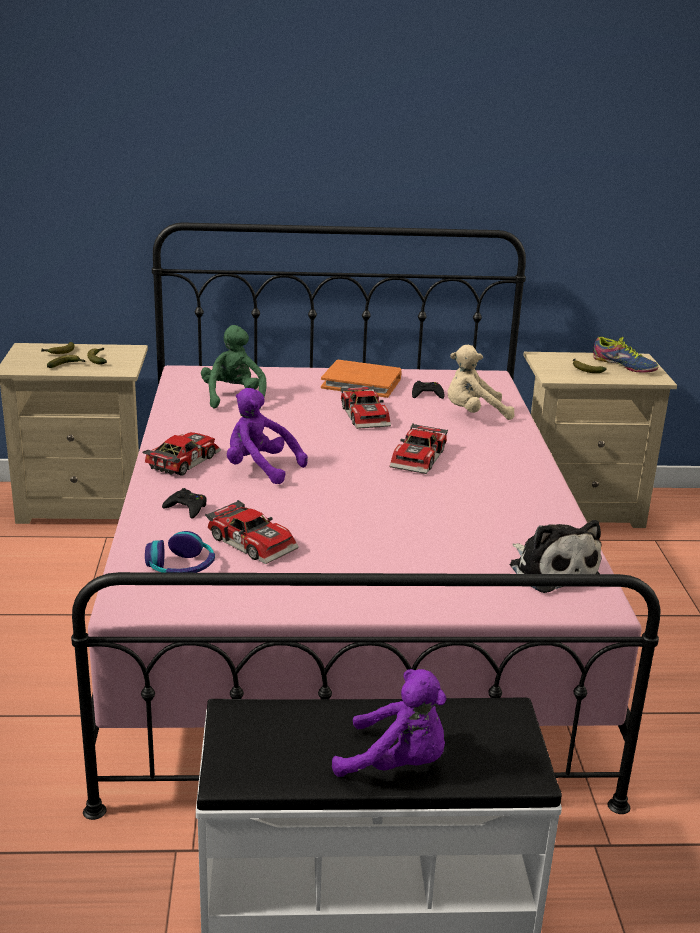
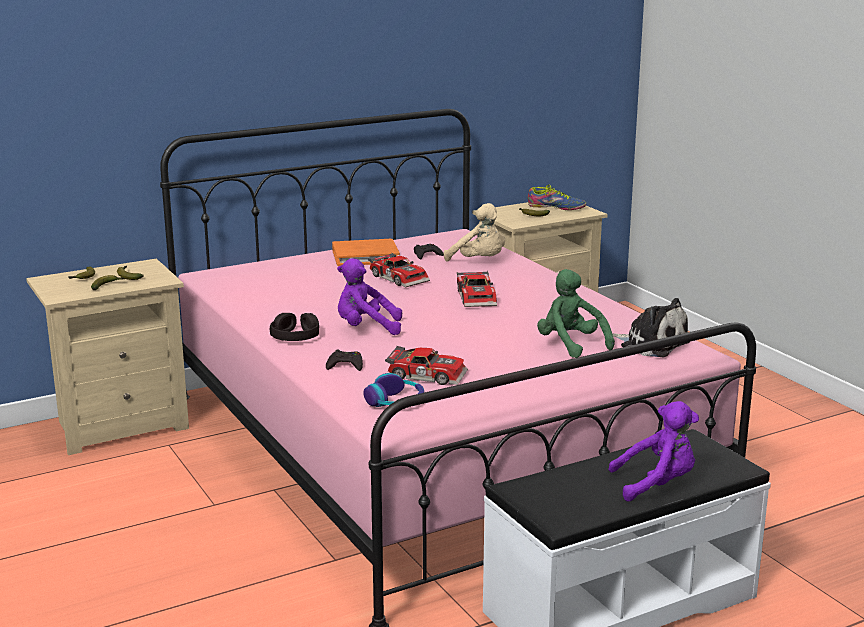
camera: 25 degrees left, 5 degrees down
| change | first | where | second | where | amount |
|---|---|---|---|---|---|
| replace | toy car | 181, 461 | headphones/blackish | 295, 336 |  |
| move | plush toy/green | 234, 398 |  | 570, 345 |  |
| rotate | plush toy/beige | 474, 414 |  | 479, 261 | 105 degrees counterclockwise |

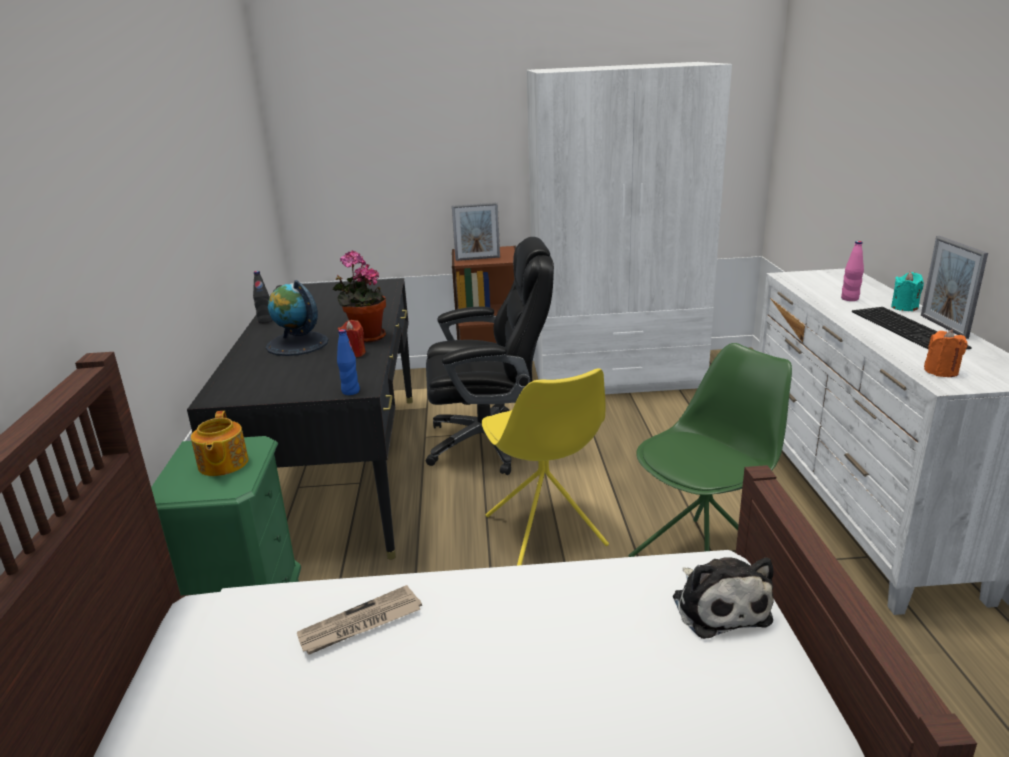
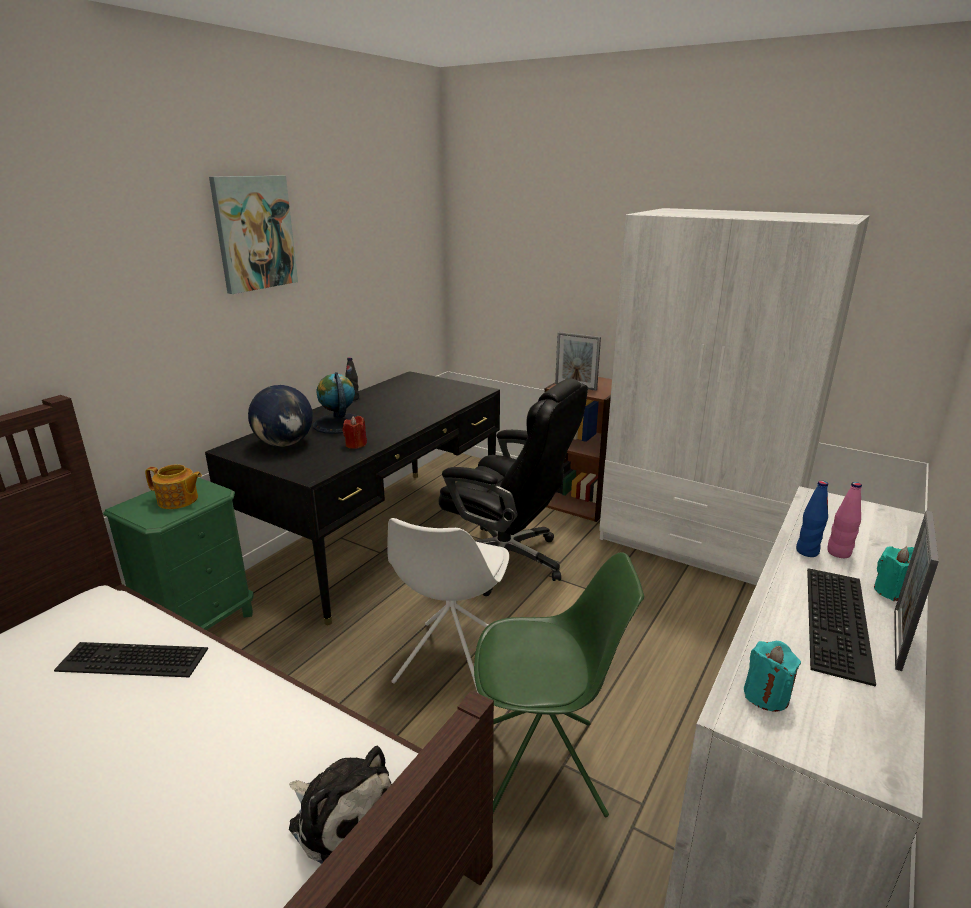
camera: 35 degrees right, 0 degrees up
| change | first | where | second | where | amount |
|---|---|---|---|---|---|
| rotate | teapot | 222, 464 |  | 178, 500 | 105 degrees counterclockwise |
| replace | daily paper | 360, 624 | computer keyboard | 130, 661 |  |
| delete | houseplant | 365, 337 |  |  |  |
| move | bottle/blue | 350, 391 |  | 807, 551 |  |
| recolor | plain chair/yellowish | 545, 532 | plain chair/white | 451, 662 |  |
| rotate | plush toy | 719, 606 |  | 339, 814 | 75 degrees counterclockwise |
| recolor | wax light/orange | 941, 371 | wax light/turquoise | 766, 695 |  |
| insert |  |  | picture | 254, 233 |  |
| insert |  |  | world globe | 285, 444 |  |

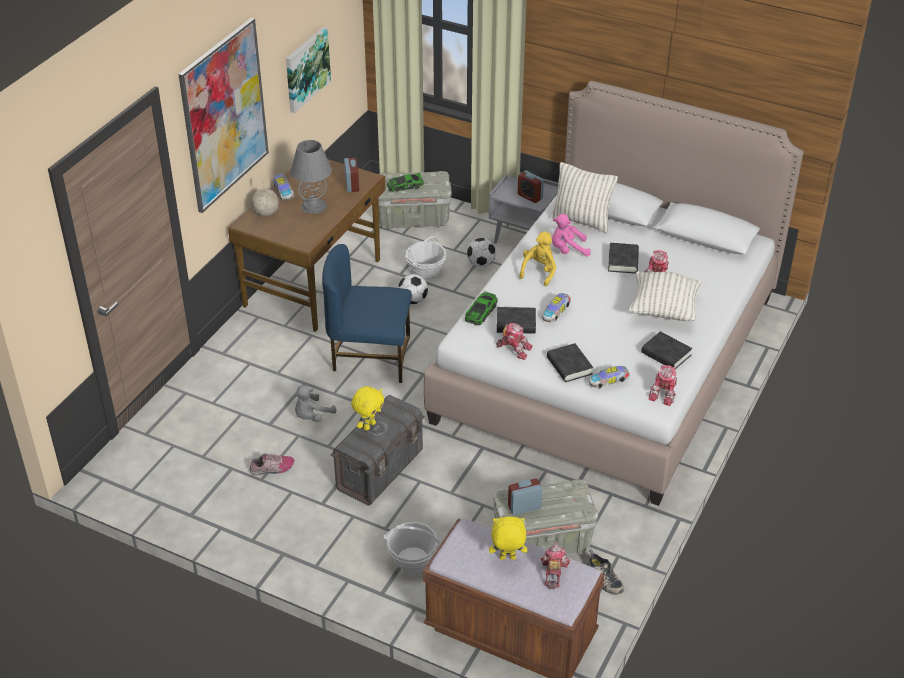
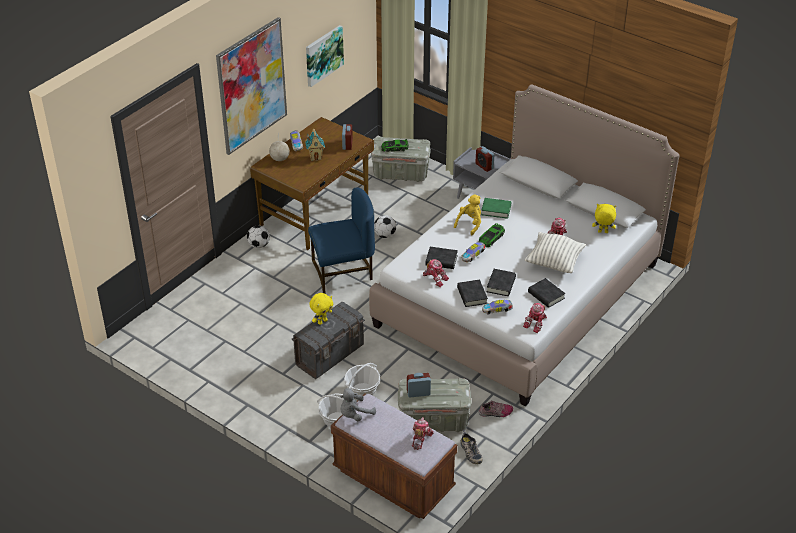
camera: 10 degrees right, 0 degrees up
| change | first | where | second | where | amount |
|---|---|---|---|---|---|
| move | low shoe | 272, 468 |  | 496, 412 |  |
| replace | table lamp/greyish | 314, 205 | toy house | 315, 157 |  |
| move | plush toy/greyish | 312, 416 |  | 355, 414 |  |
| rotate | plain chair/blue | 370, 357 |  | 343, 273 | 150 degrees clockwise |
| move | storage basket | 426, 271 |  | 362, 391 |  |
| move | toy car | 481, 312 |  | 491, 238 |  |
| move | ball for football | 481, 264 |  | 259, 245 |  |
| move | plush toy/yellowish | 507, 558 |  | 602, 232 |  |
| delete | cushion | 581, 221 |  |  |  |
| replace | plush toy/pink | 567, 250 | book/green | 496, 210 |  |
| move | book/blackish | 623, 261 |  | 501, 285 |  |

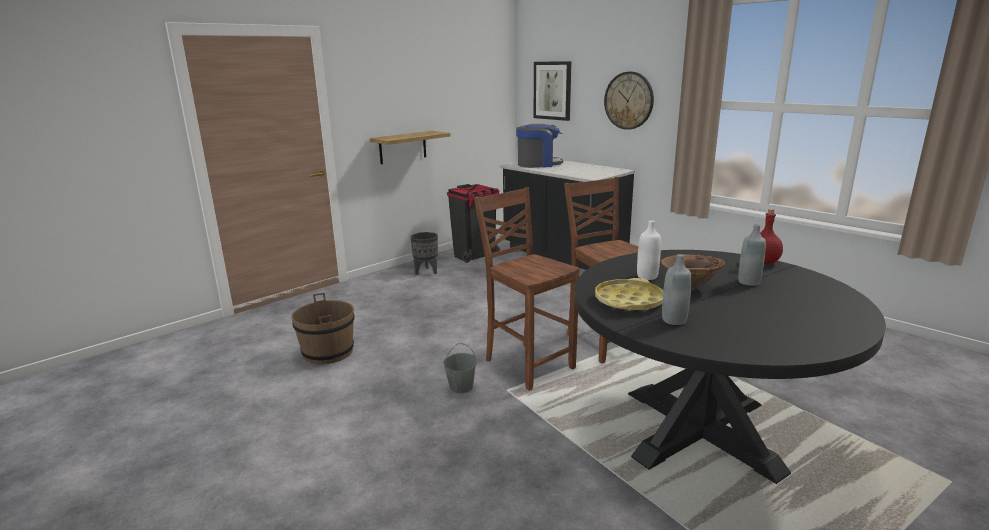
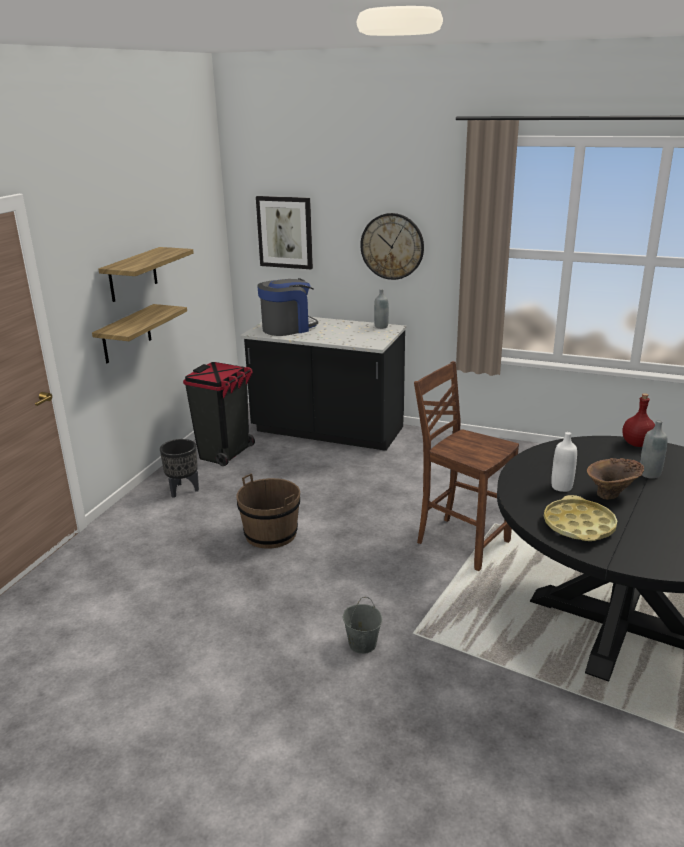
camera: 25 degrees left, 5 degrees up
| change | first | where | second | where | amount |
|---|---|---|---|---|---|
| move | bucket/brown | 328, 352 |  | 271, 534 |  |
| delete | plain chair/brown | 527, 364 |  |  |  |
| move | bottle/greyish | 674, 320 |  | 381, 326 |  |
| insert |  |  | shelf | 133, 274 |  |

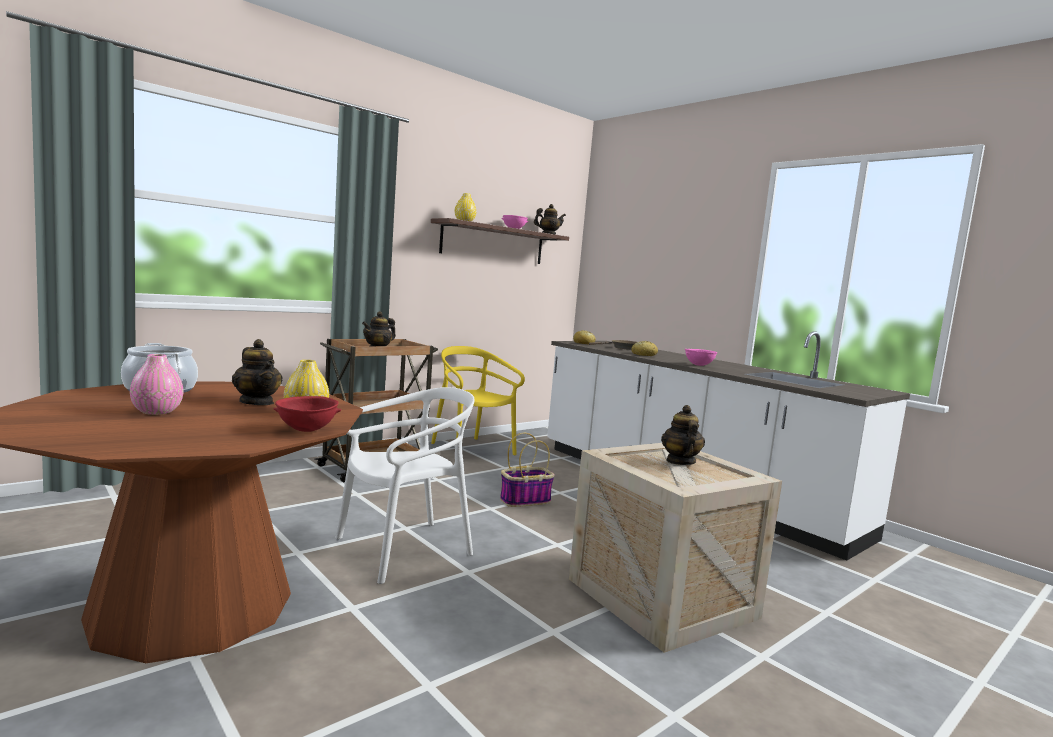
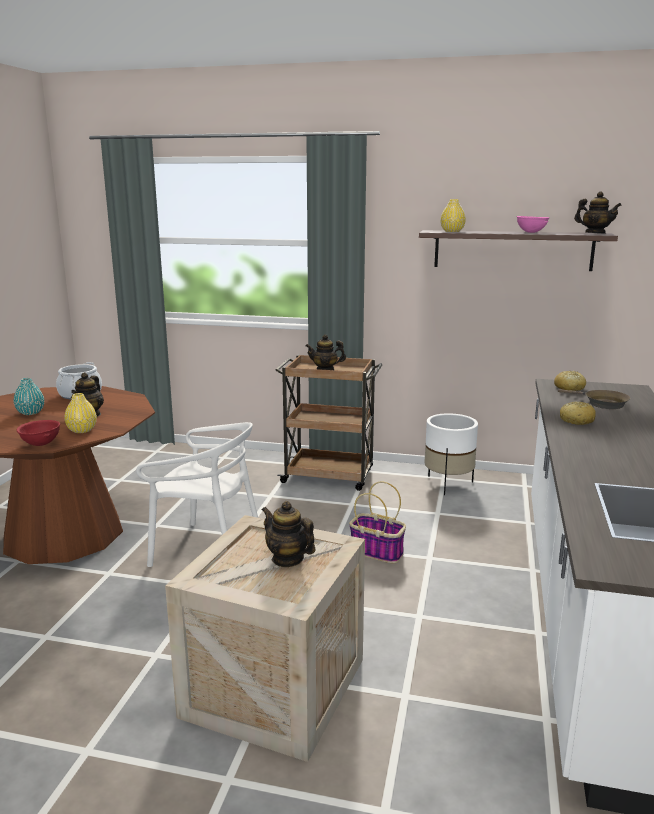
camera: 55 degrees right, 10 degrees up
| change | first | where | second | where | amount |
|---|---|---|---|---|---|
| recolor | decorative vase/pink | 157, 412 | decorative vase/turquoise | 30, 412 |  |
| replace | plain chair/yellowish | 471, 450 | plant pot/white | 448, 484 |  |
| rotate | teapot | 680, 461 |  | 287, 559 | 105 degrees counterclockwise |
| delete | deep dish/pink | 698, 365 |  |  |  |

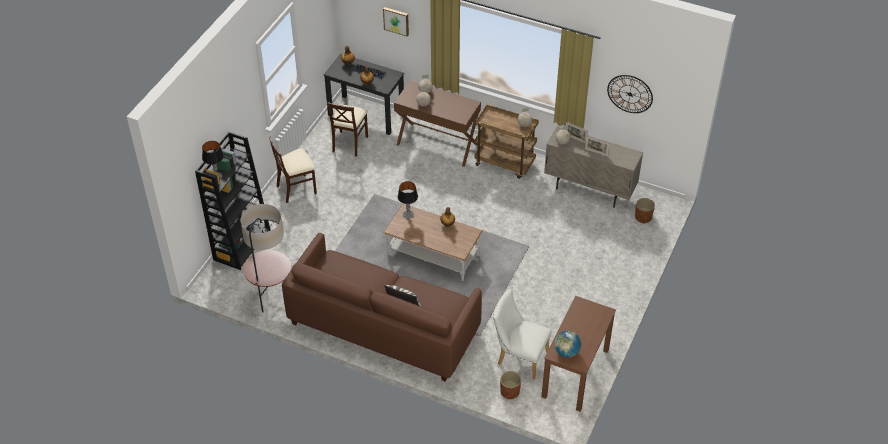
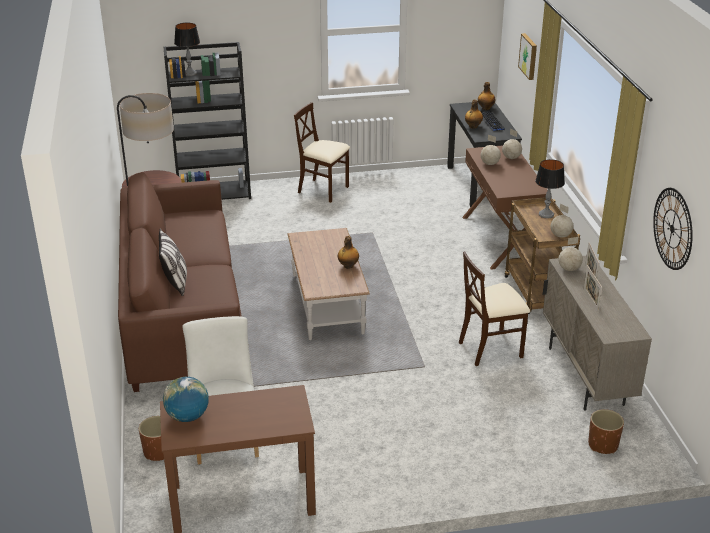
camera: 55 degrees right, 15 degrees down
| change | first | where | second | where | amount |
|---|---|---|---|---|---|
| move | plain chair/beige | 349, 143 |  | 490, 348 |  |
| move | table lamp | 408, 214 |  | 546, 214 |  |

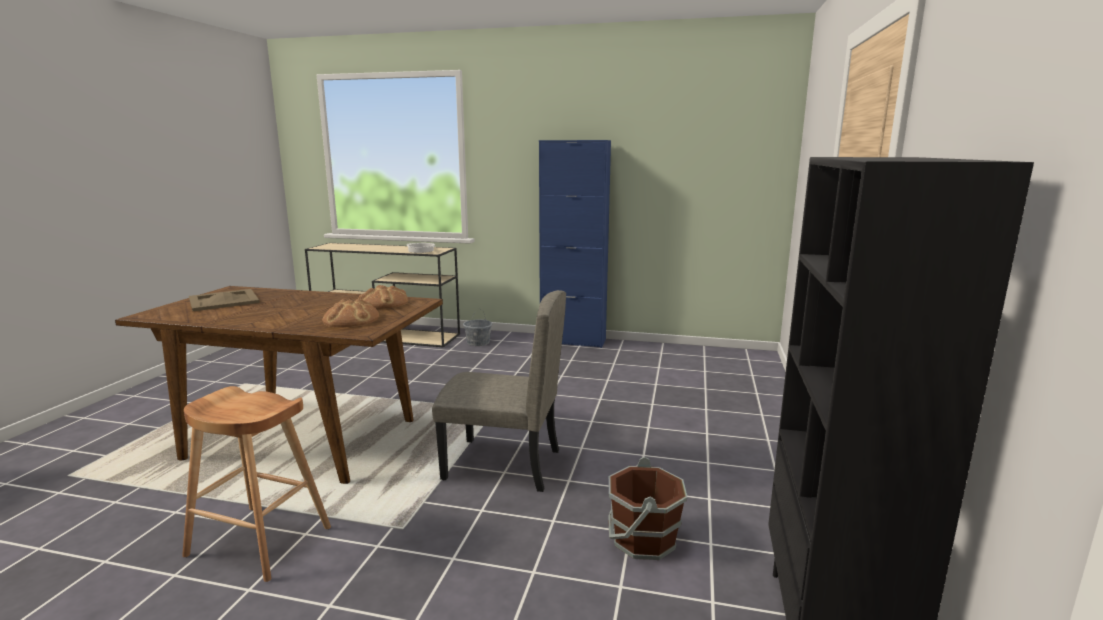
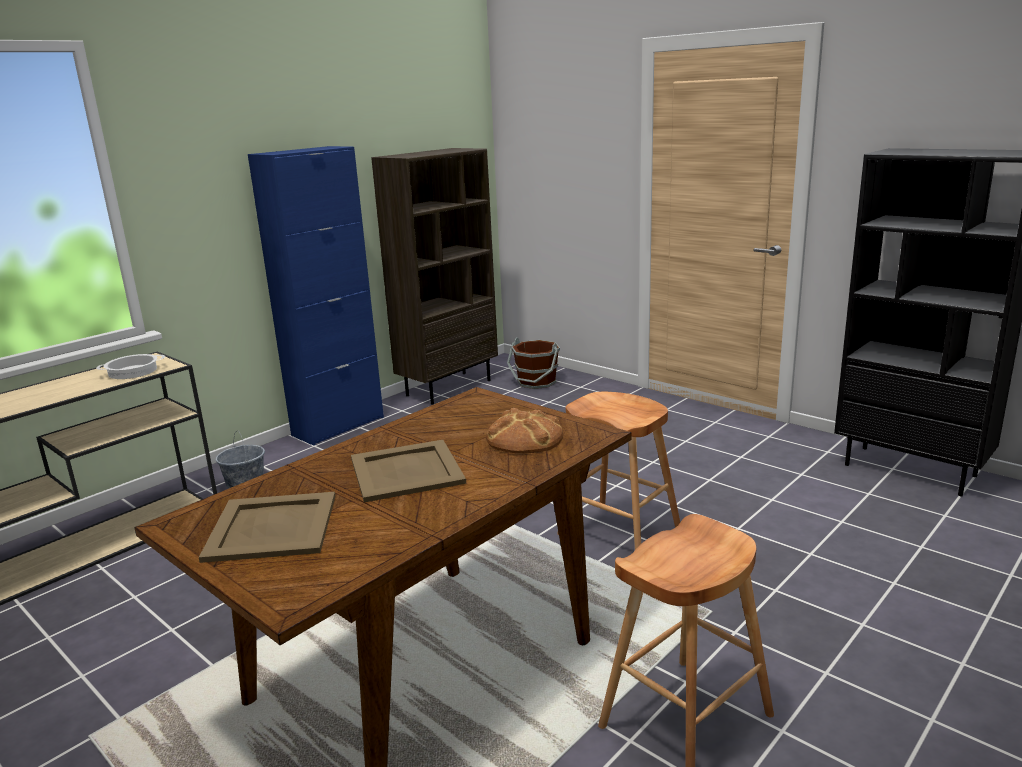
camera: 60 degrees left, 5 degrees up
| change | first | where | second | where | amount |
|---|---|---|---|---|---|
| delete | baked bread | 383, 303 |  |  |  |
| replace | plain chair/beige | 502, 465 | stool/brown | 618, 533 |  |
| move | bucket/brown | 642, 539 |  | 536, 382 |  |
| insert |  |  | tray/beige | 407, 471 |  |
| insert |  |  | bookcase/brown | 448, 387 |  |

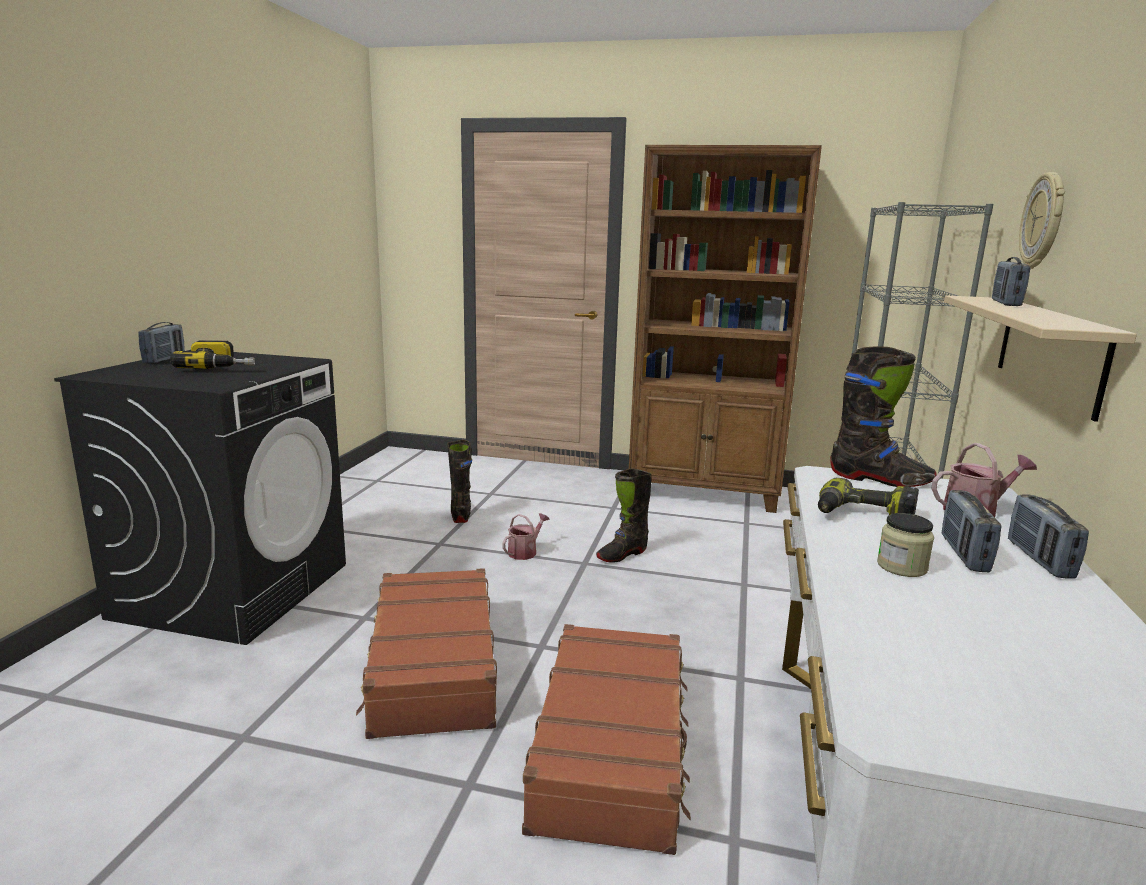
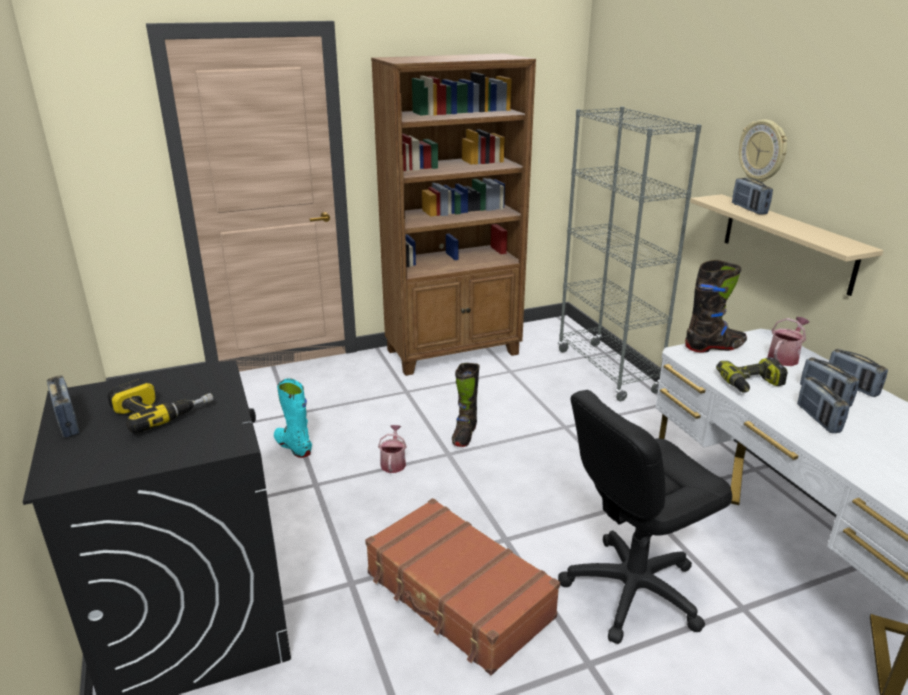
camera: 35 degrees left, 10 degrees up
| change | first | where | second | where | amount |
|---|---|---|---|---|---|
| recolor | tall boot/blackish | 461, 514 | tall boot/turquoise | 293, 446 |  |
| replace | piece of luggage/brown | 612, 749 | desk chair/blackish | 632, 590 |  |
| replace | storage jar | 902, 567 | radio | 818, 419 |  |

